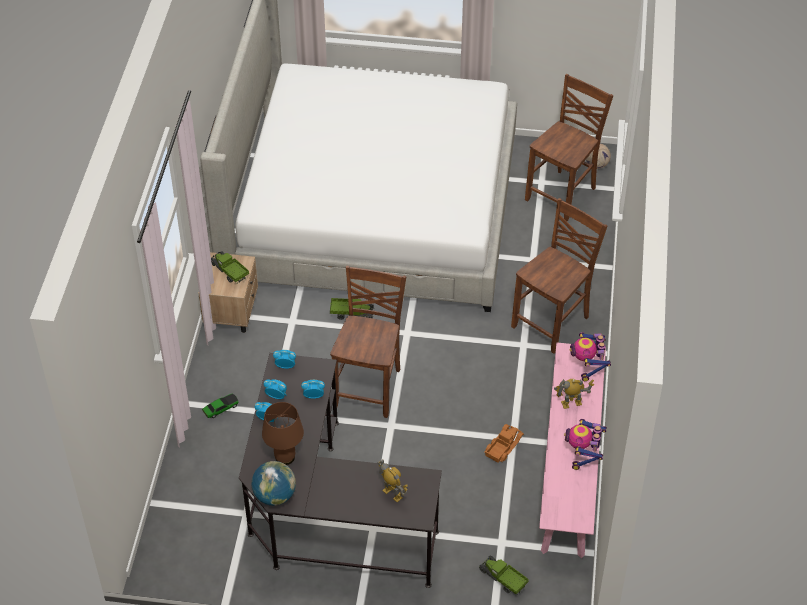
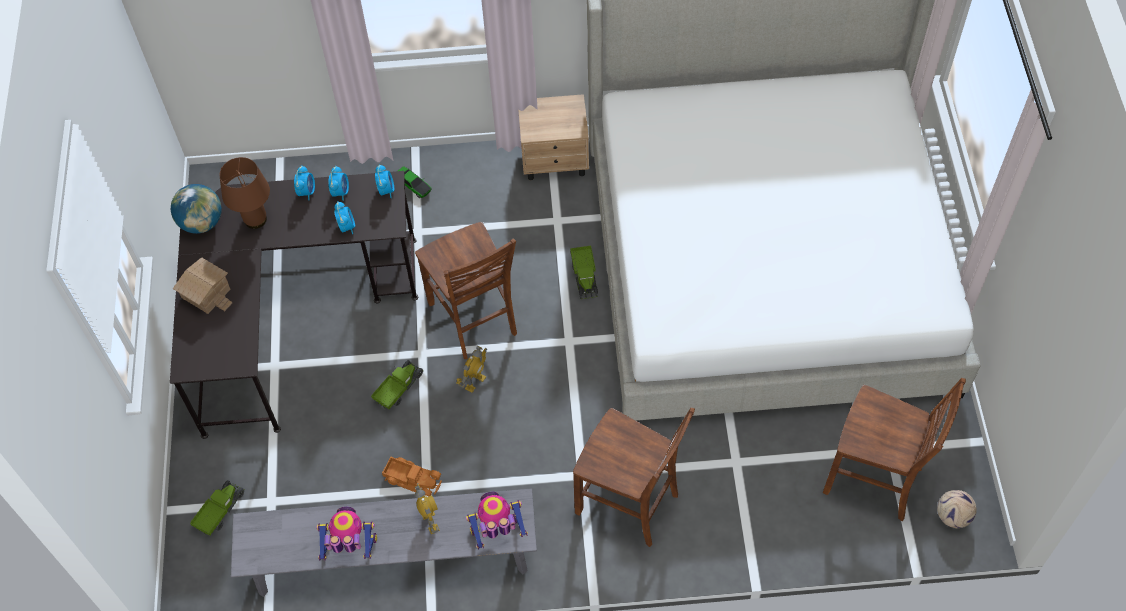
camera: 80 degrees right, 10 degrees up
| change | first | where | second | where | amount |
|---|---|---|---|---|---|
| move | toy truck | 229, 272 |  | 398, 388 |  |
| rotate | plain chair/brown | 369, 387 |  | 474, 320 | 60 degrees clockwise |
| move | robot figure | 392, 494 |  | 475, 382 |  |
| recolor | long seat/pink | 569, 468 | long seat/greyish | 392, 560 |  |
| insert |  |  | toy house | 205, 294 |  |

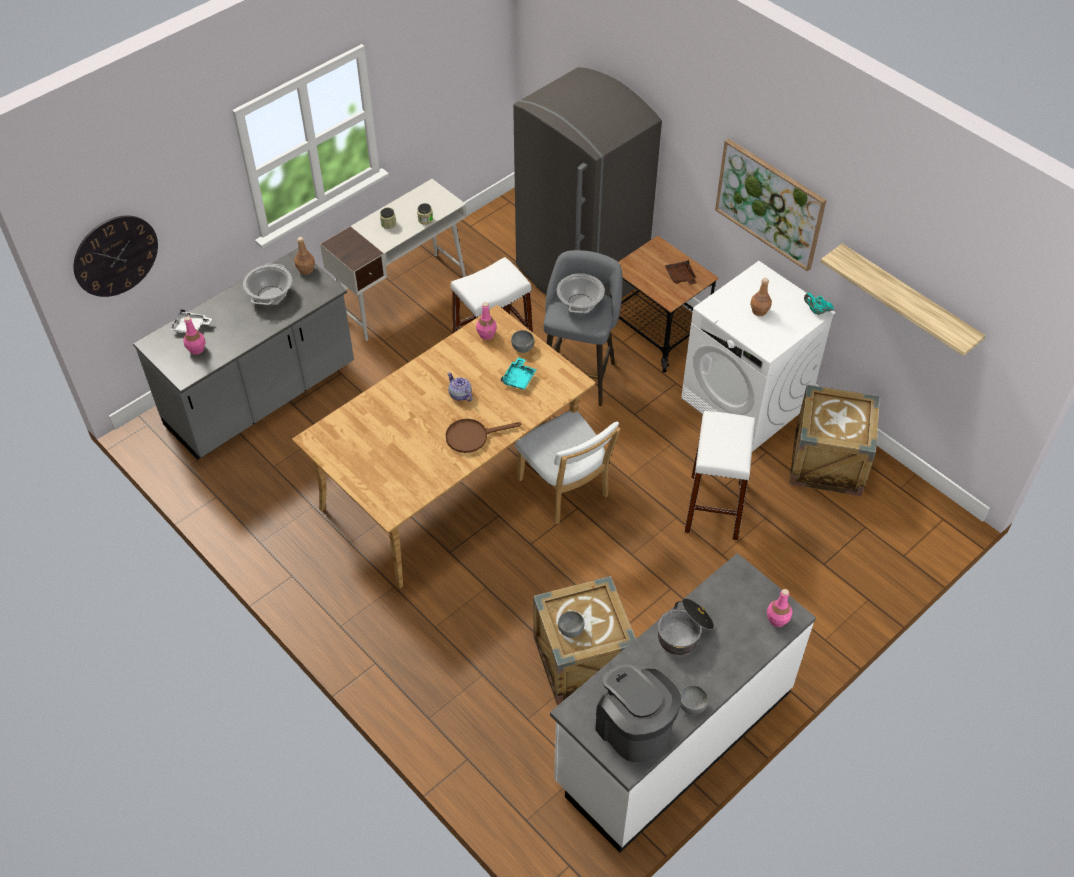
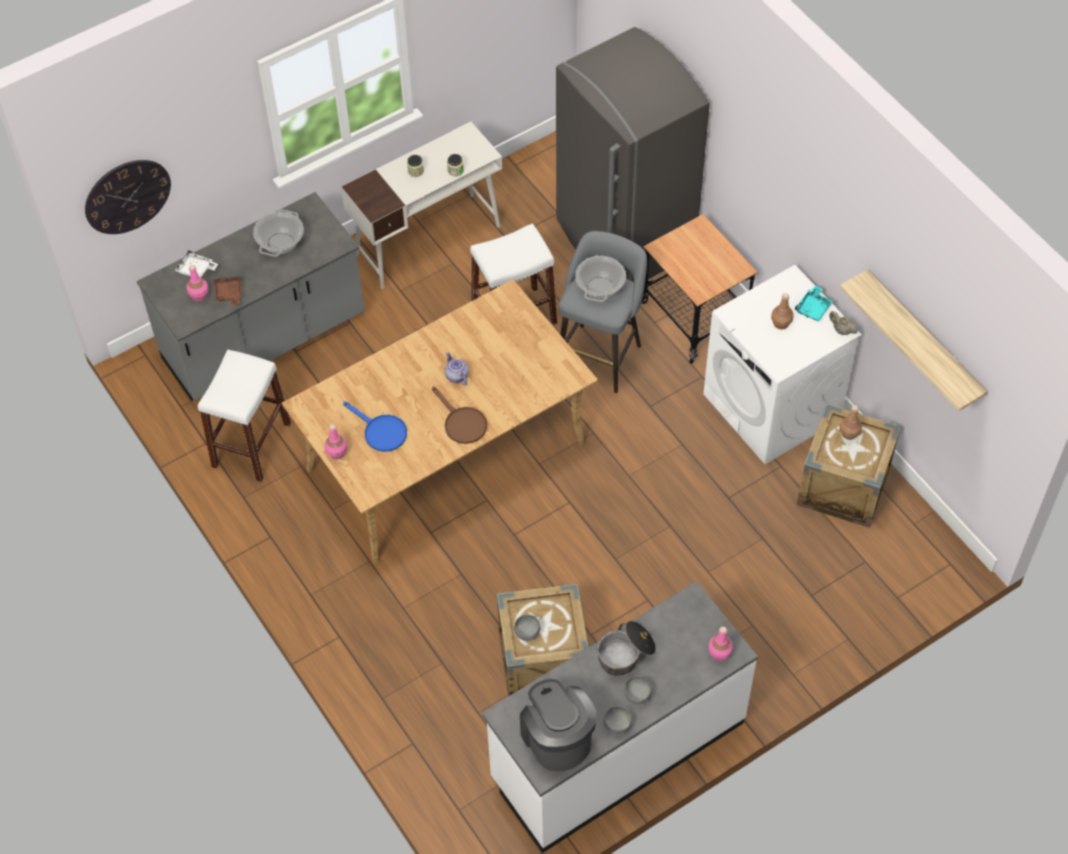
camera: 10 degrees right, 5 degrees up
| change | first | where | second | where | amount |
|---|---|---|---|---|---|
| move | bottle/brown | 306, 269 |  | 849, 433 |  |
| rotate | skillet/brown | 473, 436 |  | 461, 423 | 120 degrees counterclockwise |
| move | bottle/pink | 486, 334 |  | 337, 452 |  |
| move | tray/turquoise | 519, 378 |  | 813, 308 |  |
| move | deep dish/greyish | 523, 348 |  | 637, 695 |  |
| delete | plain chair/white | 565, 491 |  |  |  |
| move | tray/brown | 680, 277 |  | 228, 294 |  |
| move | stool/white | 714, 507 |  | 251, 445 |  |
| delete | picture | 770, 204 |  |  |  |
| recolor | teapot/turquoise | 816, 311 | teapot/beige | 841, 330 |  |
| insert |  |  | skillet/blue | 380, 431 |  |

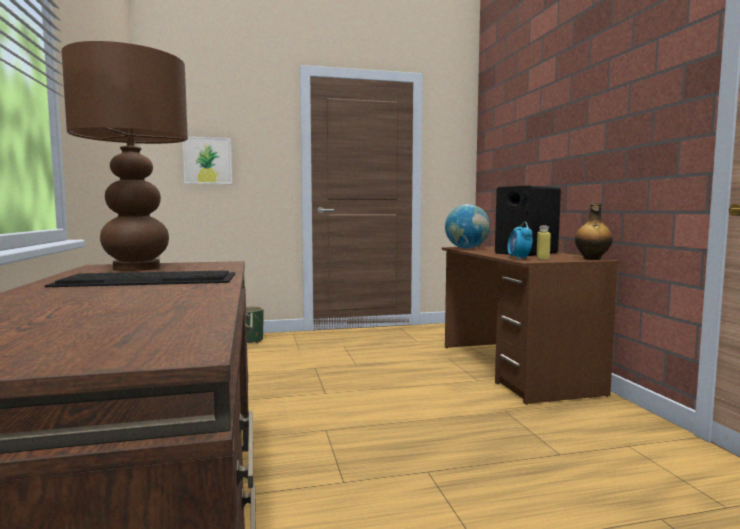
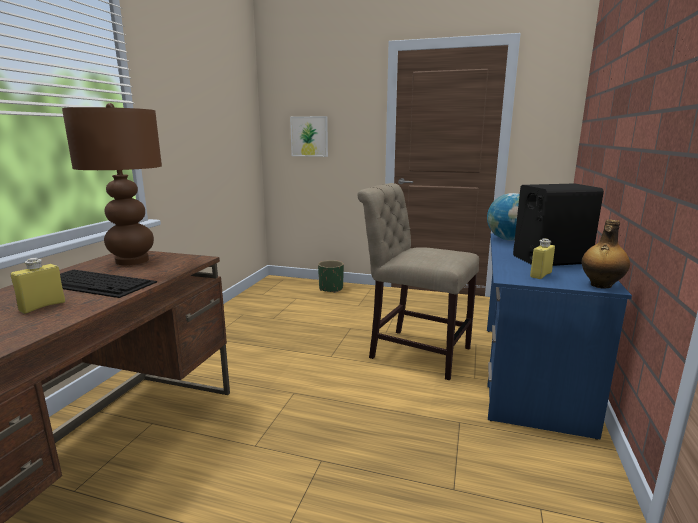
camera: 30 degrees right, 10 degrees up
| change | first | where | second | where | amount |
|---|---|---|---|---|---|
| recolor | desk unit/brown | 514, 368 | desk unit/blue | 530, 374 |  |
| delete | table clock | 519, 258 |  |  |  |
| insert |  |  | bottle/yellowish | 42, 306 |  |
| insert |  |  | plain chair/beige | 414, 351 |  |

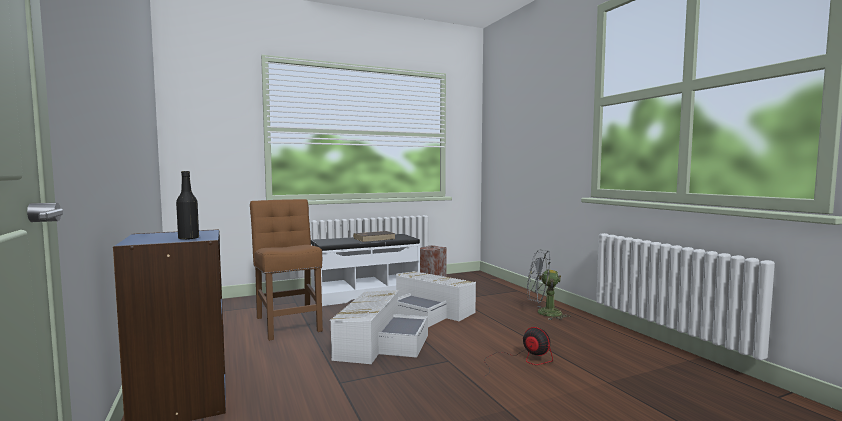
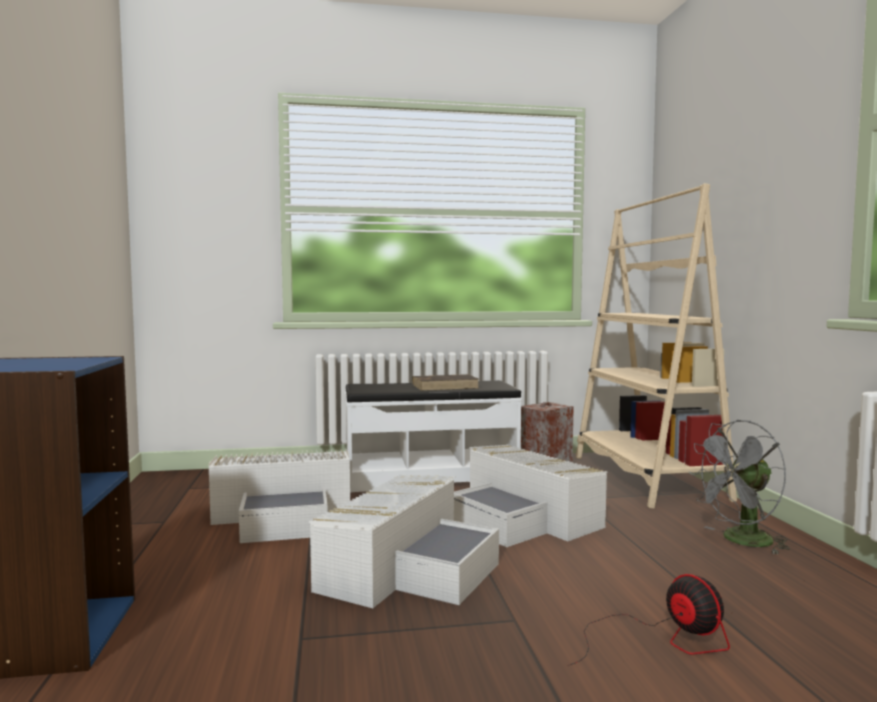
camera: 15 degrees right, 0 degrees up
| change | first | where | second | where | amount |
|---|---|---|---|---|---|
| delete | bottle/blackish | 188, 238 |  |  |  |
| replace | plain chair/brown | 288, 322 | storage container/white | 285, 515 |  |
| rotate | fan/greyish | 543, 313 |  | 740, 541 | 45 degrees counterclockwise |
| insert |  |  | bookcase/beige | 646, 477 |  |

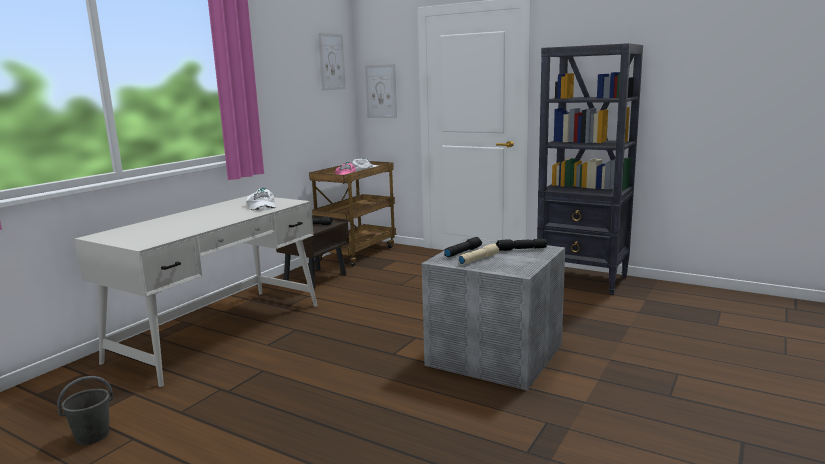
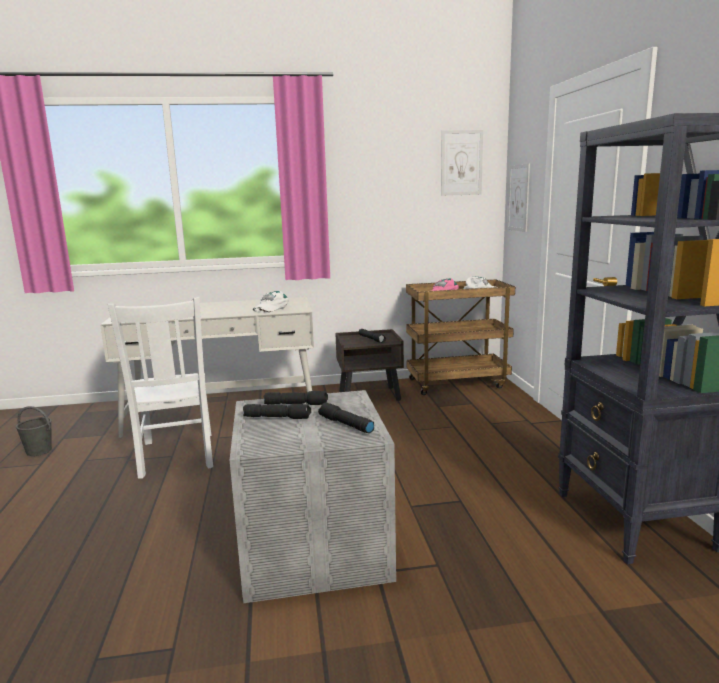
camera: 50 degrees right, 0 degrees up
| change | first | where | second | where | amount |
|---|---|---|---|---|---|
| recolor | hand torch/beige | 478, 259 | hand torch/blackish | 278, 417 |  |
| insert |  |  | plain chair/white | 177, 456 |  |

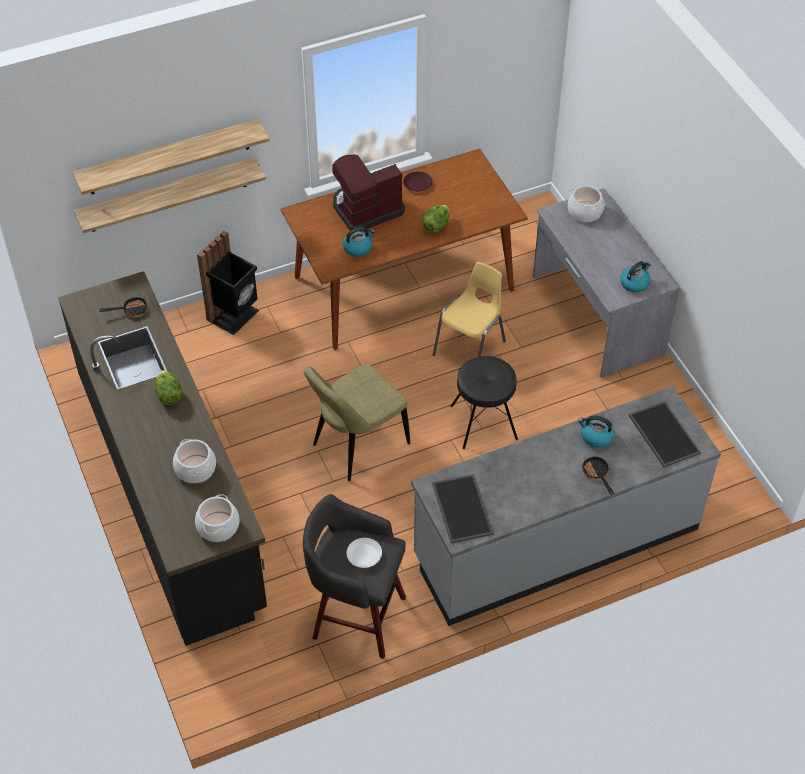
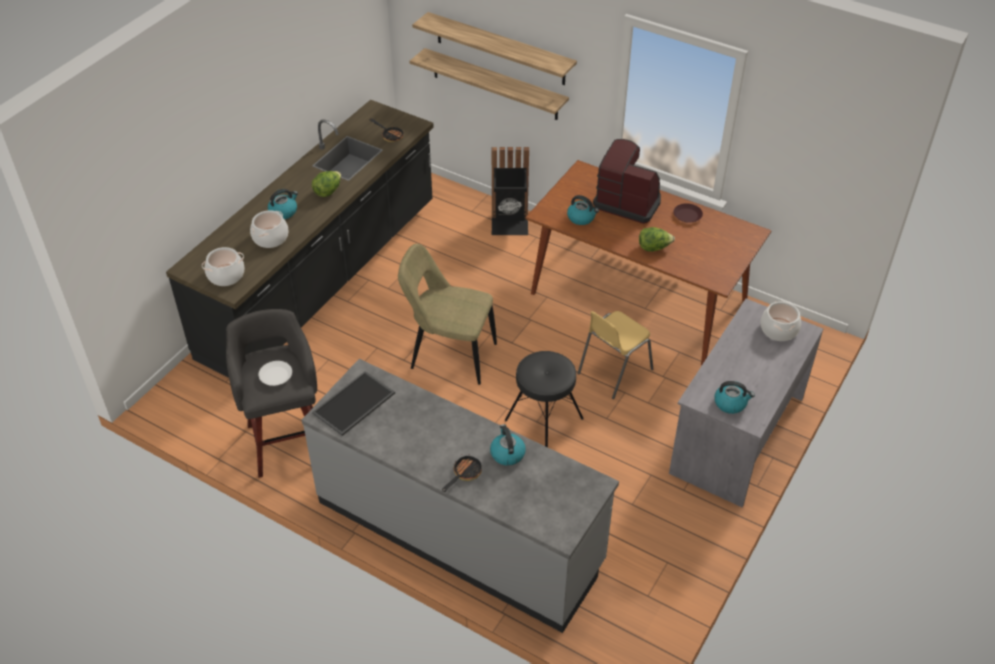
camera: 55 degrees right, 5 degrees down
| change | first | where | second | where | amount |
|---|---|---|---|---|---|
| rotate | plain chair/yellowish | 470, 348 |  | 613, 371 | 135 degrees clockwise |
| delete | tray | 662, 434 |  |  |  |
| insert |  |  | tea kettle | 283, 211 |  |

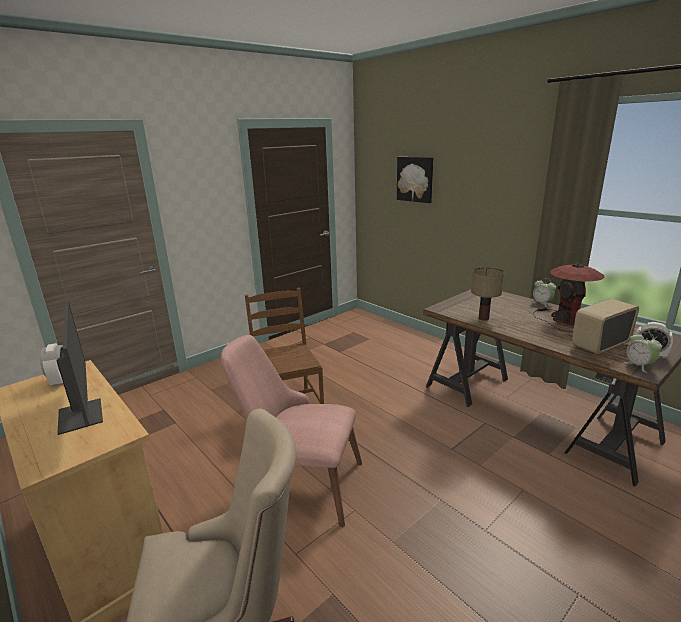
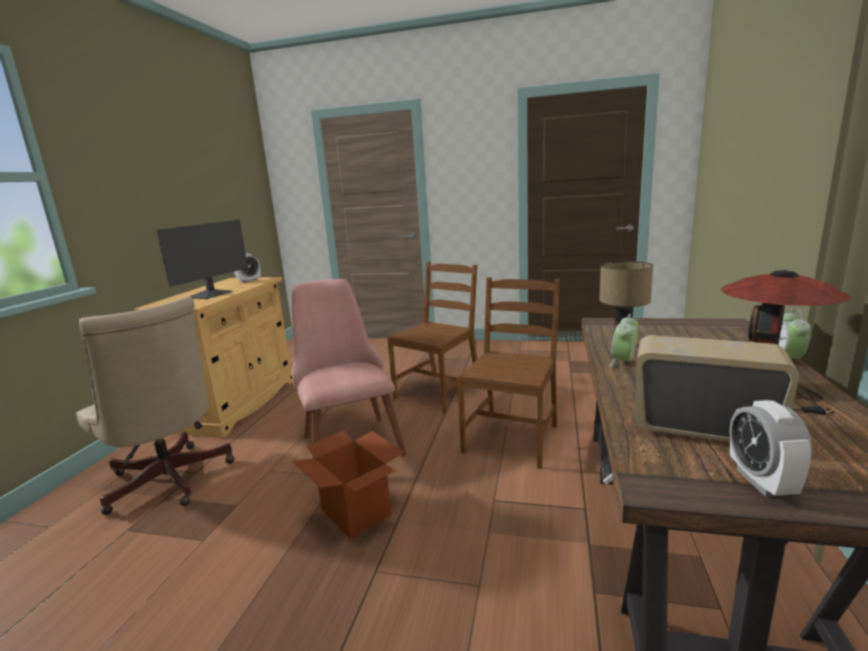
camera: 55 degrees right, 5 degrees down
| change | first | where | second | where | amount |
|---|---|---|---|---|---|
| delete | picture | 415, 179 |  |  |  |
| move | table clock | 639, 366 |  | 623, 363 |  |
| insert |  |  | packing box | 356, 512 |  |
| insert |  |  | plain chair/brown | 512, 438 |  |

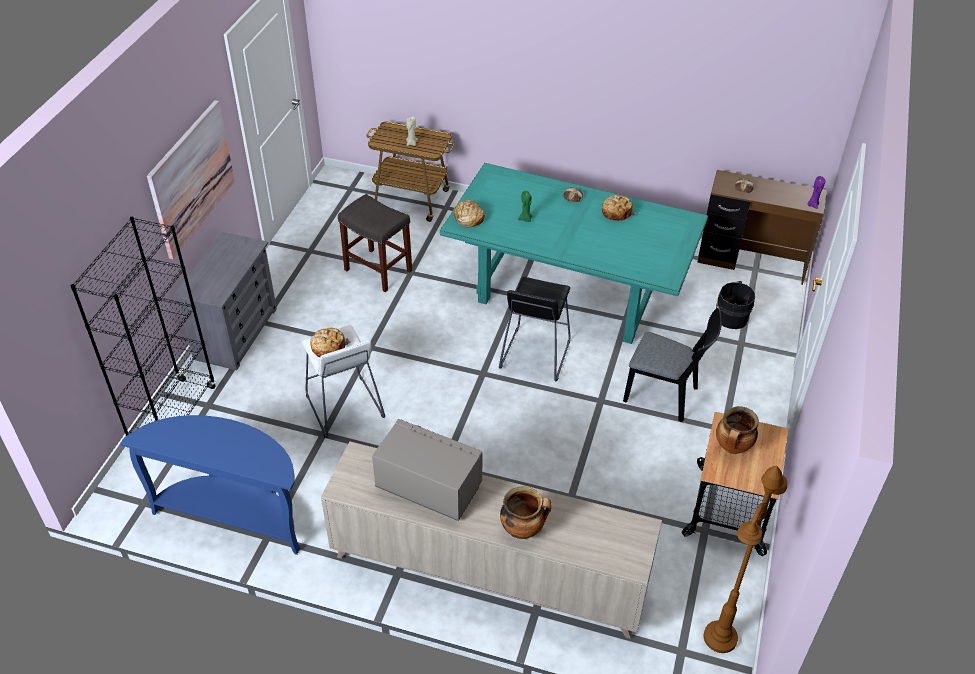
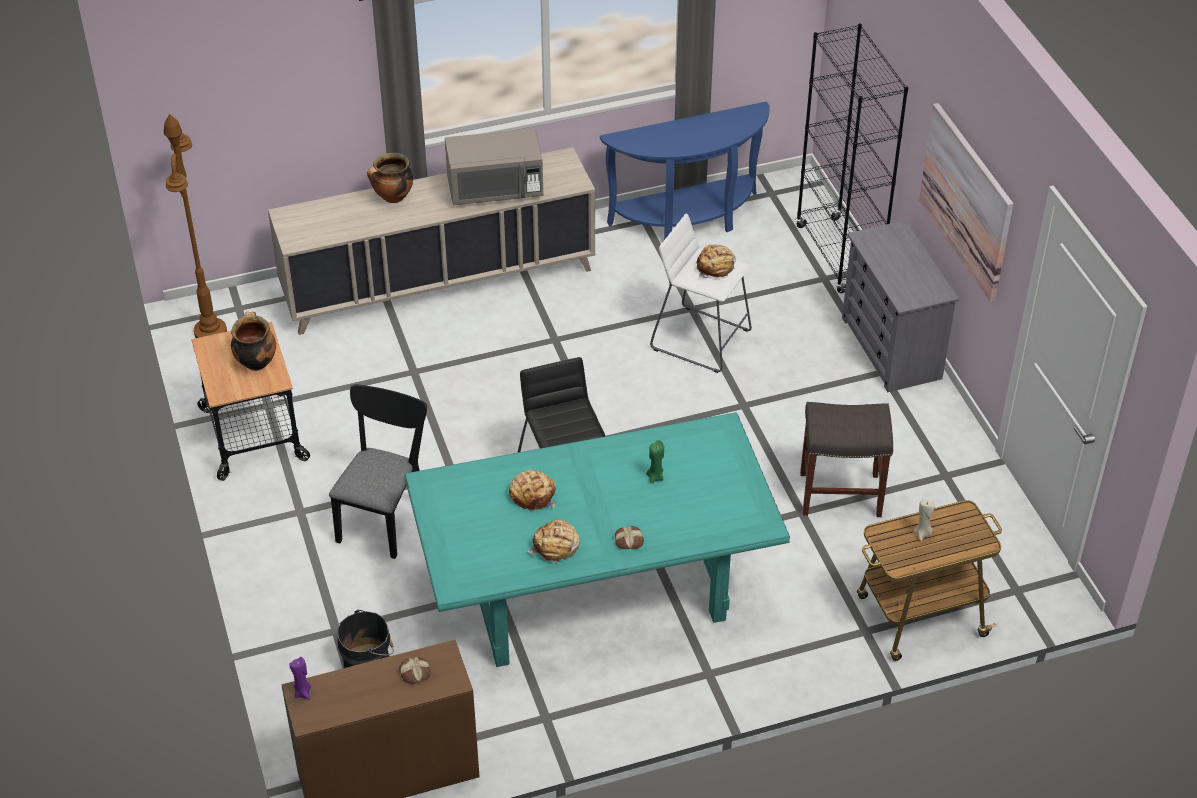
camera: 145 degrees right, 0 degrees up
| change | first | where | second | where | amount |
|---|---|---|---|---|---|
| move | baked bread | 468, 218 |  | 533, 495 |  |
| rotate | plain chair/blackish | 666, 396 |  | 385, 516 | 120 degrees clockwise |

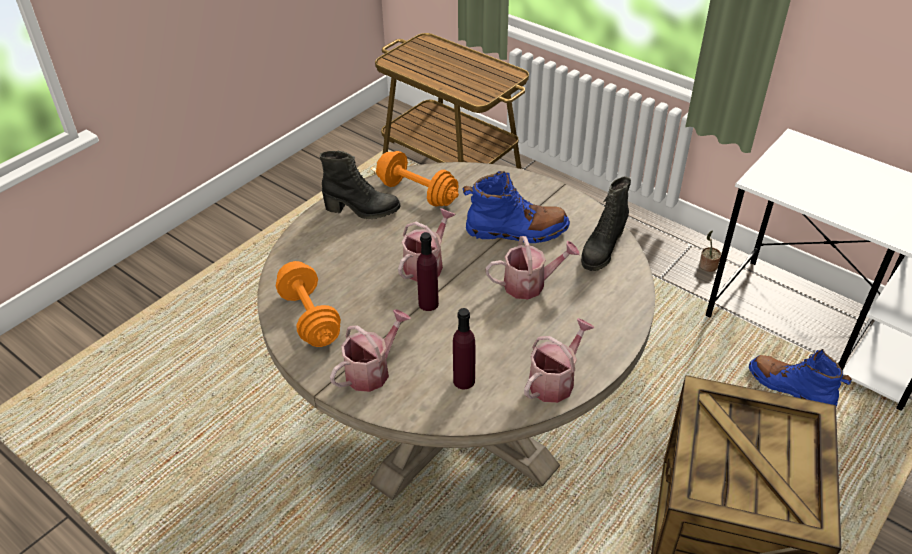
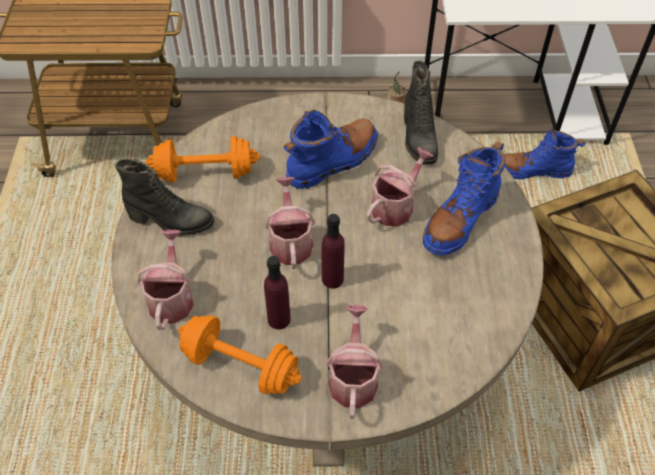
camera: 40 degrees left, 10 degrees up
| change | first | where | second | where | amount |
|---|---|---|---|---|---|
| rotate | tall boot/blackish | 362, 210 |  | 170, 222 | 45 degrees clockwise |
| move | bottle/purple | 464, 381 |  | 279, 319 |  |
| move | sprinkling can | 555, 380 |  | 171, 297 |  |
| insert |  |  | tall boot/blue | 460, 220 |  |

